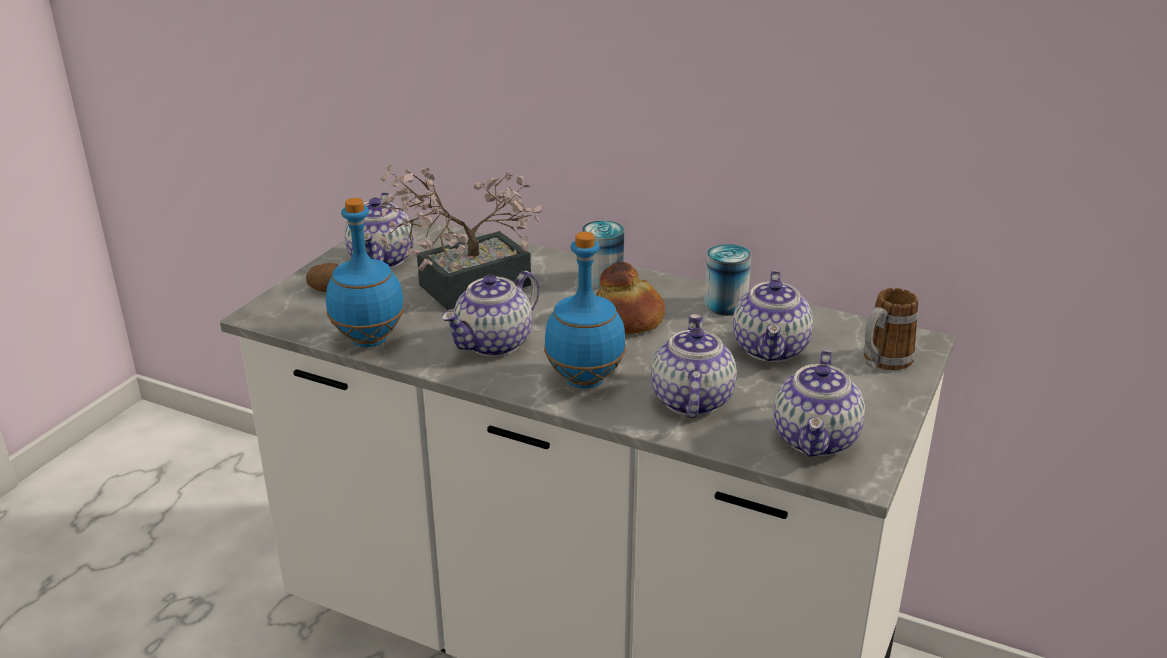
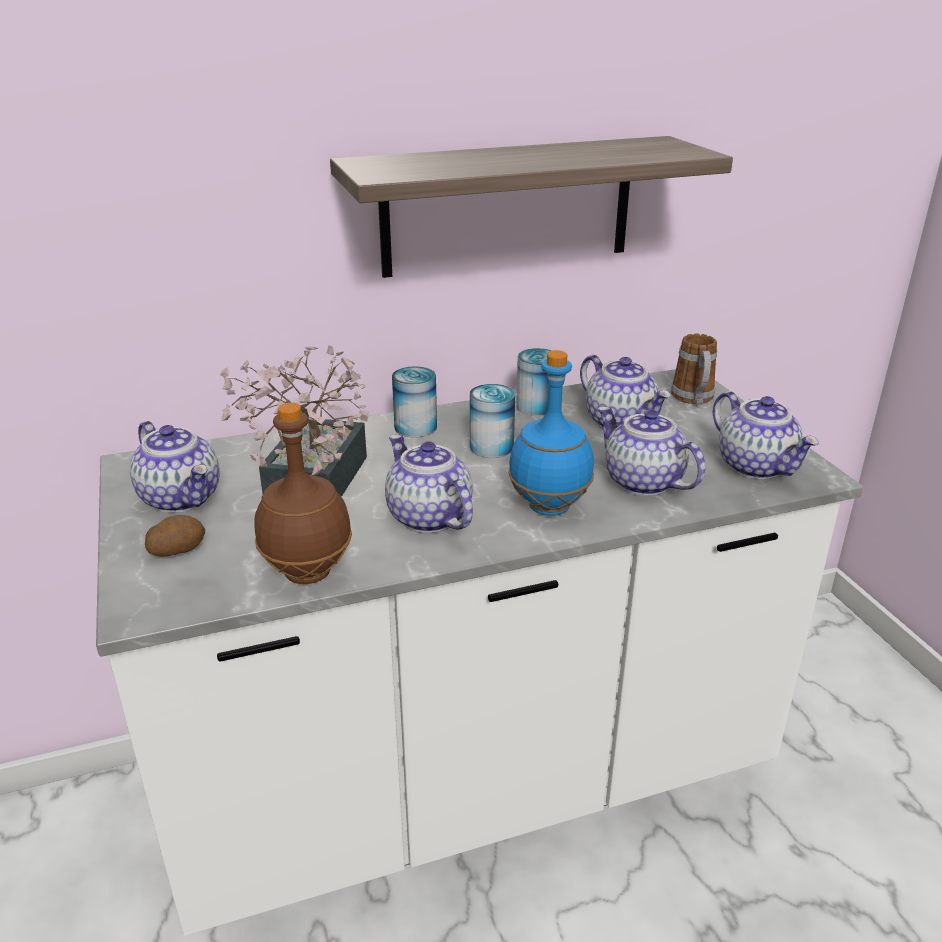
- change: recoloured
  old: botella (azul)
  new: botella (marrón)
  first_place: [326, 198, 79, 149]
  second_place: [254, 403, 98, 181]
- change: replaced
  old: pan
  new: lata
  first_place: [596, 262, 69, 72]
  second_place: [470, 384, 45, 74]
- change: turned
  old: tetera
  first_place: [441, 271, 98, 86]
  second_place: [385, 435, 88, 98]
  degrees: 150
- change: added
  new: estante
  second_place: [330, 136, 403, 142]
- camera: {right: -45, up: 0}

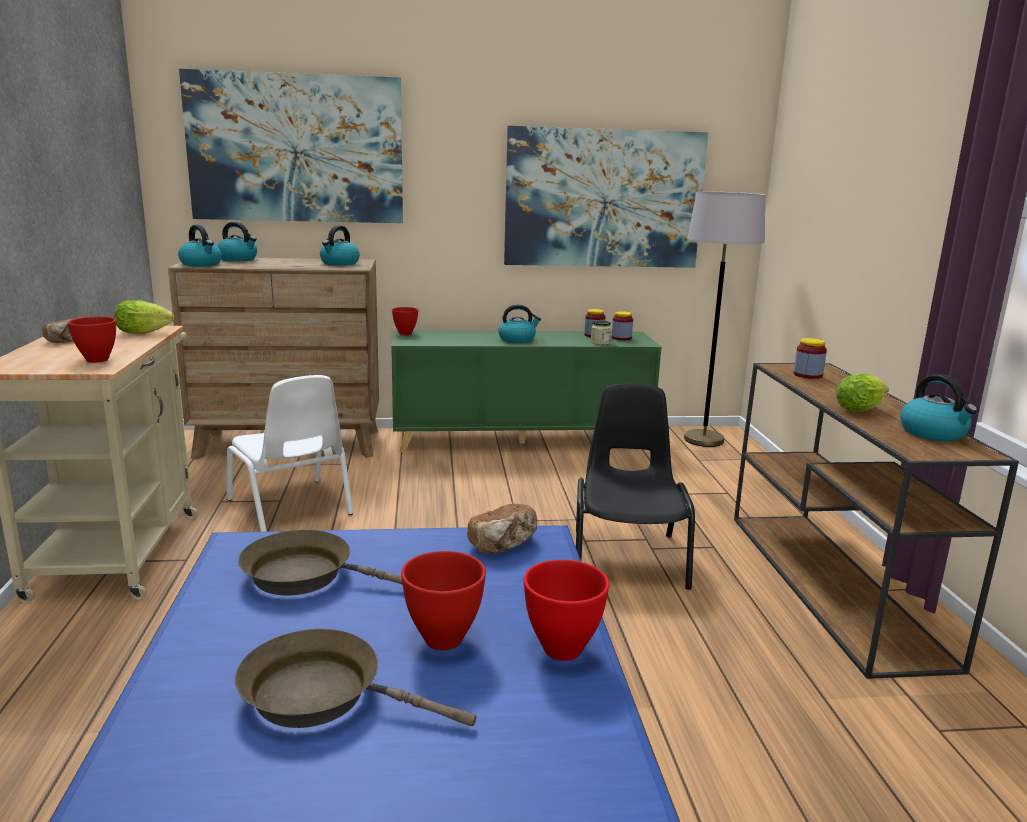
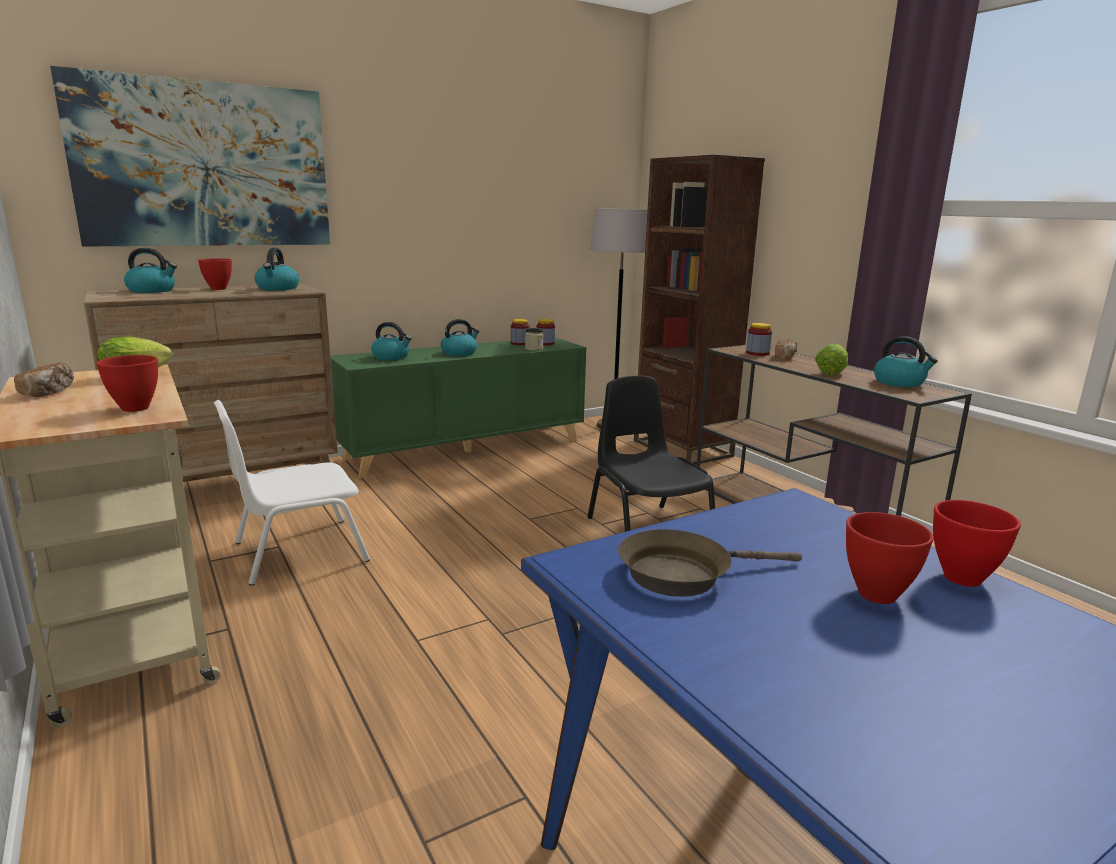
- change: removed
  old: cuadro
  first_place: [504, 126, 204, 142]
- change: moved
  old: hervidor
  first_place: [178, 225, 44, 42]
  second_place: [371, 322, 41, 38]
- change: moved
  old: cuenco (rojo)
  first_place: [392, 307, 26, 28]
  second_place: [198, 259, 34, 31]
- change: turned
  old: silla (blanco)
  first_place: [227, 375, 126, 157]
  second_place: [213, 400, 157, 185]
  degrees: 120
- change: moved
  old: pan
  first_place: [467, 504, 70, 50]
  second_place: [775, 339, 23, 21]
- change: removed
  old: sartén (marrón)
  first_place: [235, 629, 241, 99]
- change: added
  new: estantería (marrón)
  second_place: [634, 155, 131, 310]
- camera: {right: -25, up: 0}

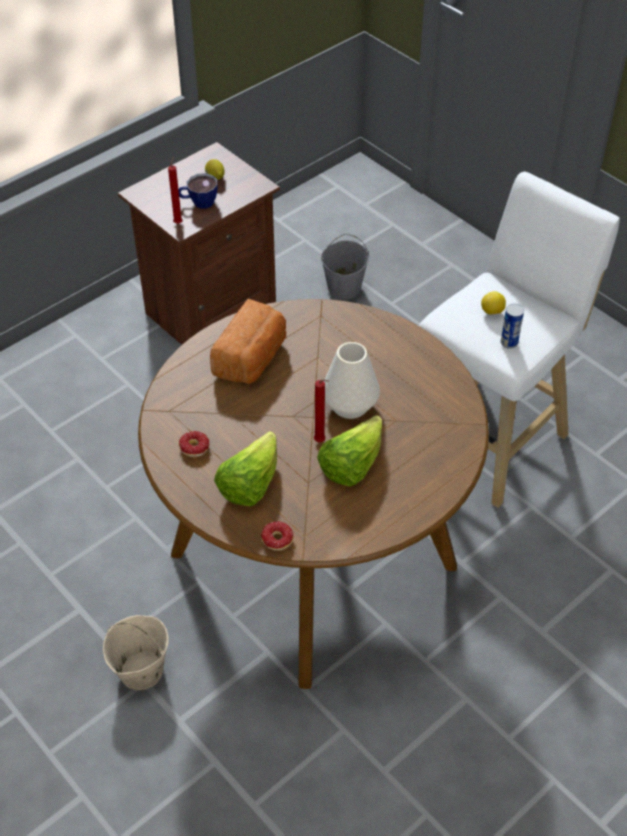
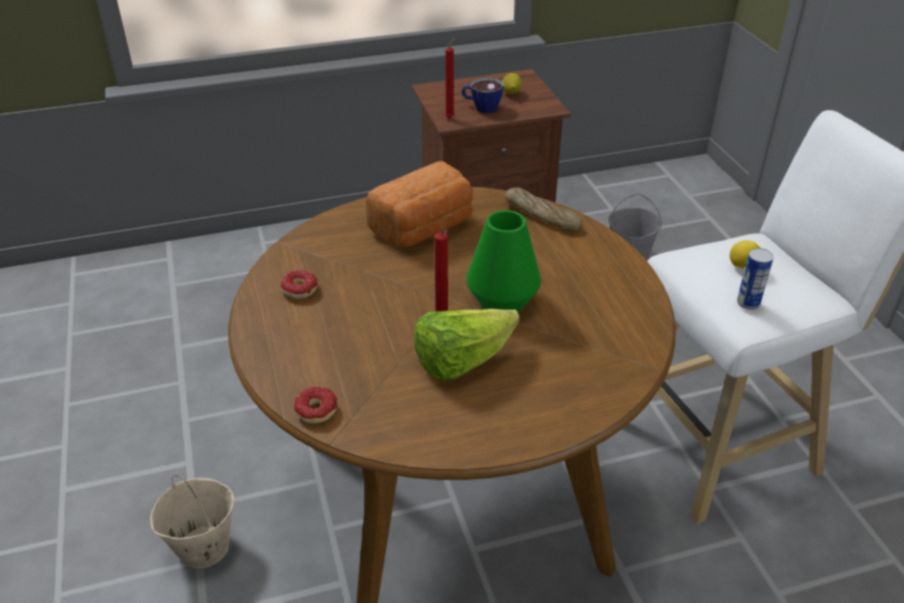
- change: recoloured
  old: florero (blanco)
  new: florero (verde)
  first_place: [324, 342, 56, 77]
  second_place: [466, 210, 75, 102]
- change: removed
  old: lechuga
  first_place: [214, 431, 63, 75]
- change: added
  new: pan
  second_place: [504, 188, 78, 44]
- camera: {right: 25, up: -10}

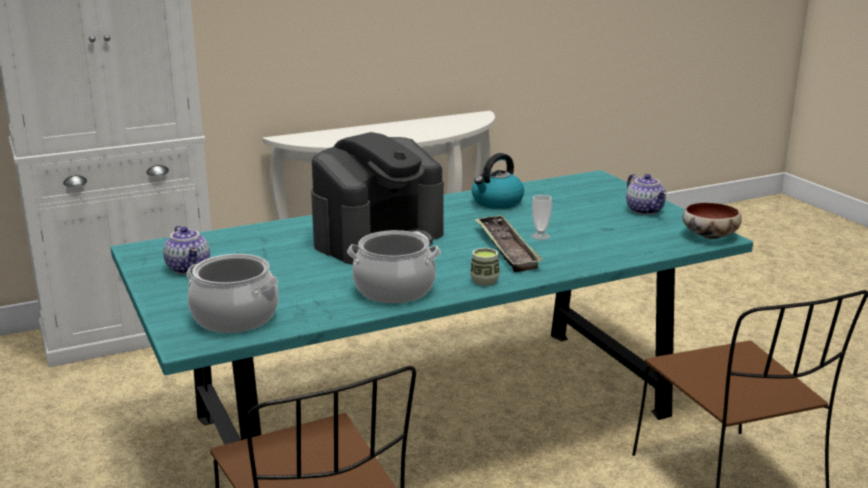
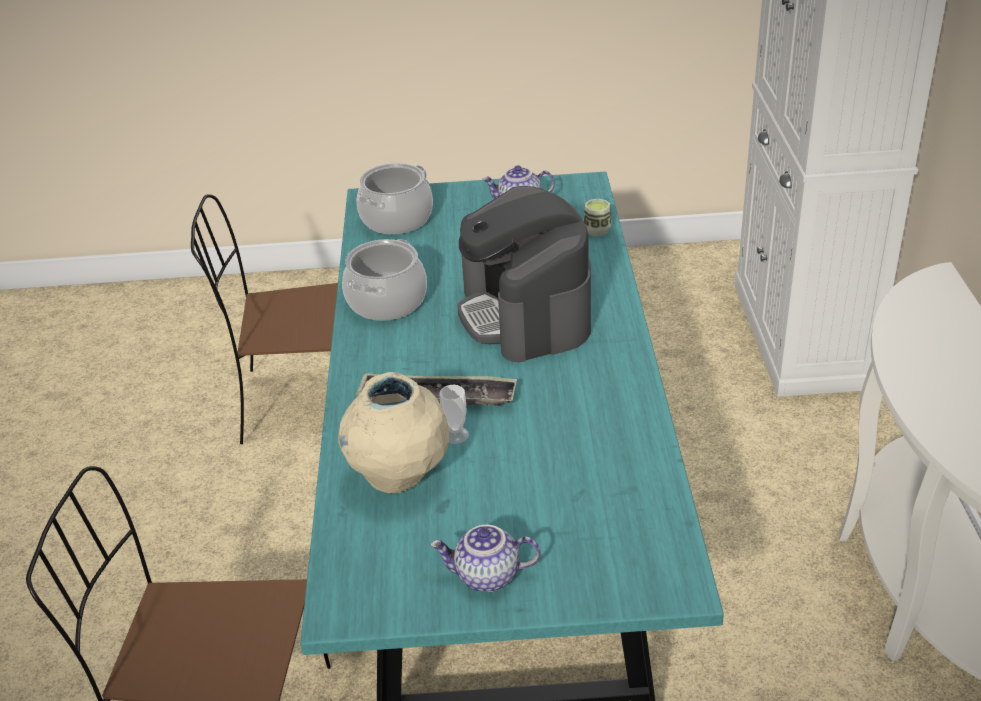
- change: removed
  old: hervidor
  first_place: [472, 153, 52, 56]
- change: removed
  old: cuenco
  first_place: [682, 203, 60, 36]
- change: moved
  old: taza
  first_place: [470, 248, 30, 38]
  second_place: [583, 199, 29, 38]
- change: added
  new: florero (beis)
  second_place: [338, 372, 111, 122]
- camera: {right: 115, up: 15}

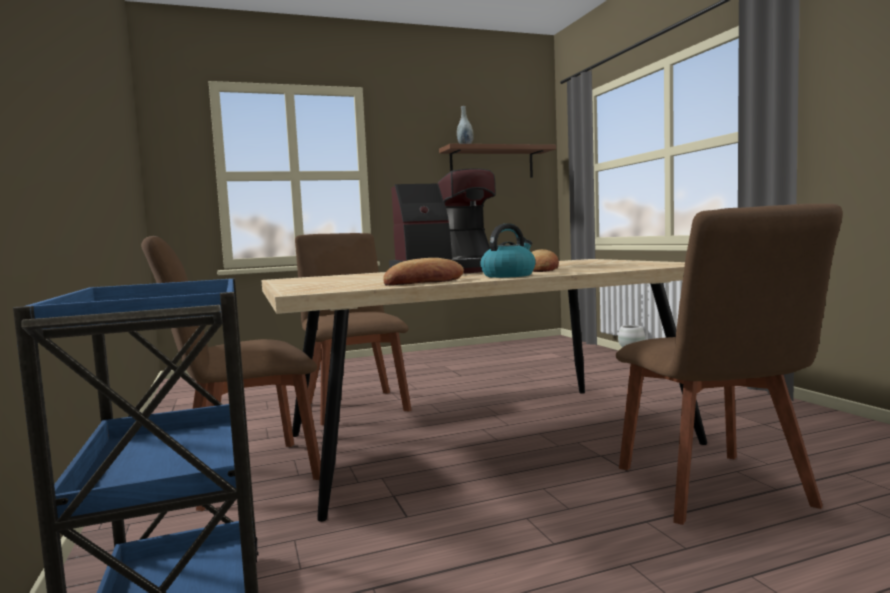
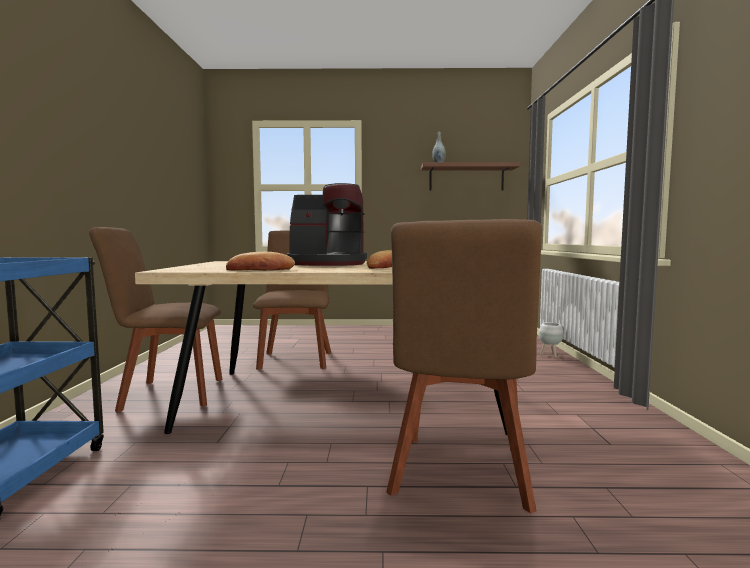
- change: removed
  old: hervidor
  first_place: [480, 223, 56, 55]
- camera: {right: 20, up: 0}

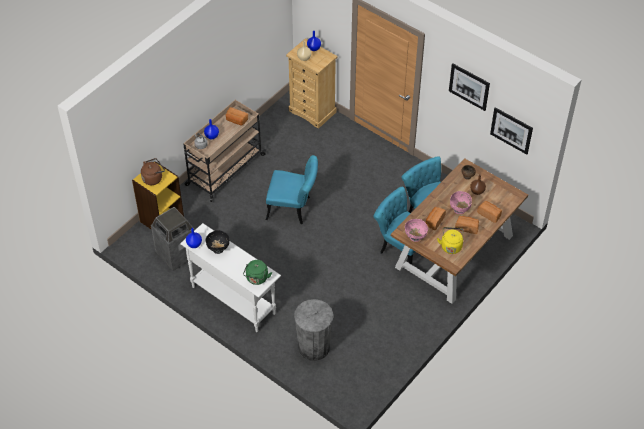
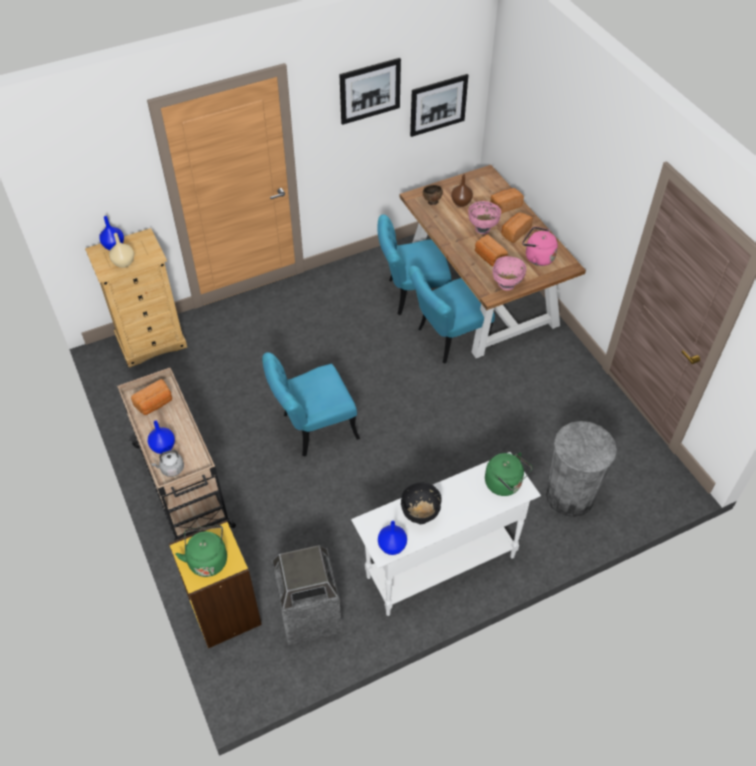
- change: turned
  old: silla (turquesa)
  first_place: [266, 155, 52, 69]
  second_place: [262, 352, 98, 104]
  degrees: -150
- change: recoloured
  old: hervidor (marrón)
  new: hervidor (verde)
  first_place: [141, 158, 24, 27]
  second_place: [175, 525, 52, 52]
- change: recoloured
  old: hervidor (amarillo)
  new: hervidor (rosa)
  first_place: [437, 227, 26, 27]
  second_place: [522, 227, 36, 39]
- camera: {right: -65, up: 0}

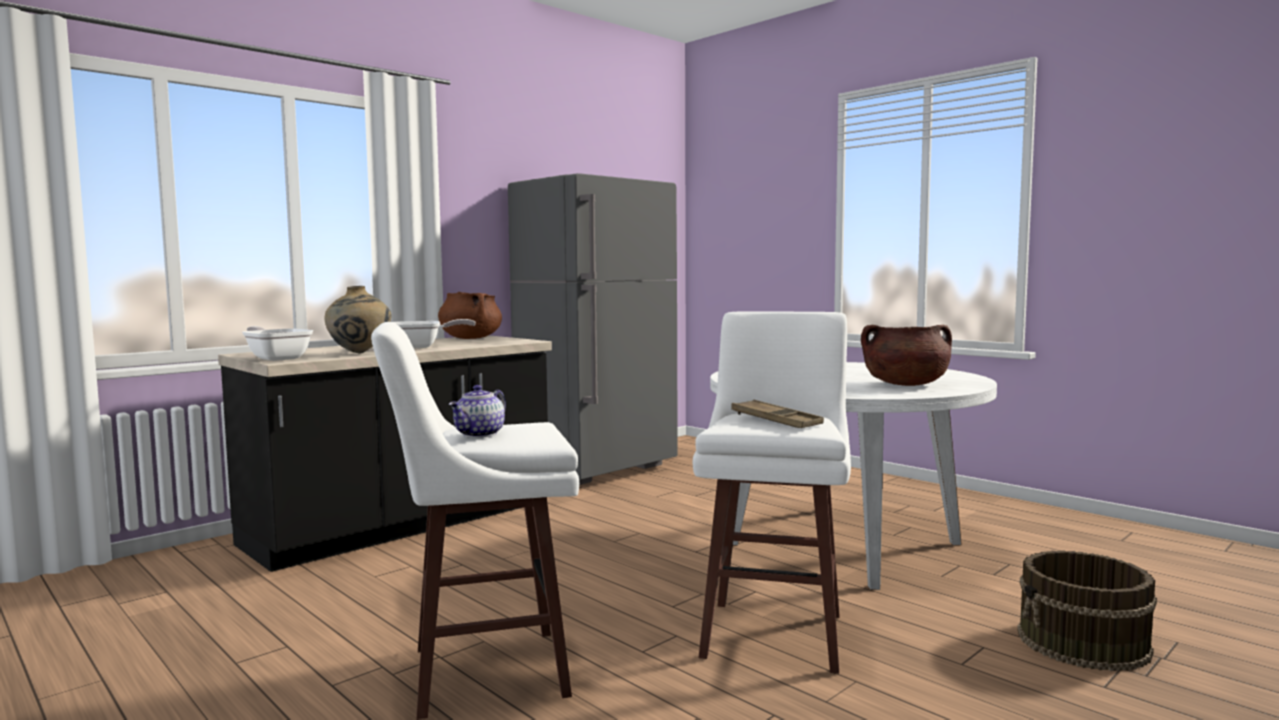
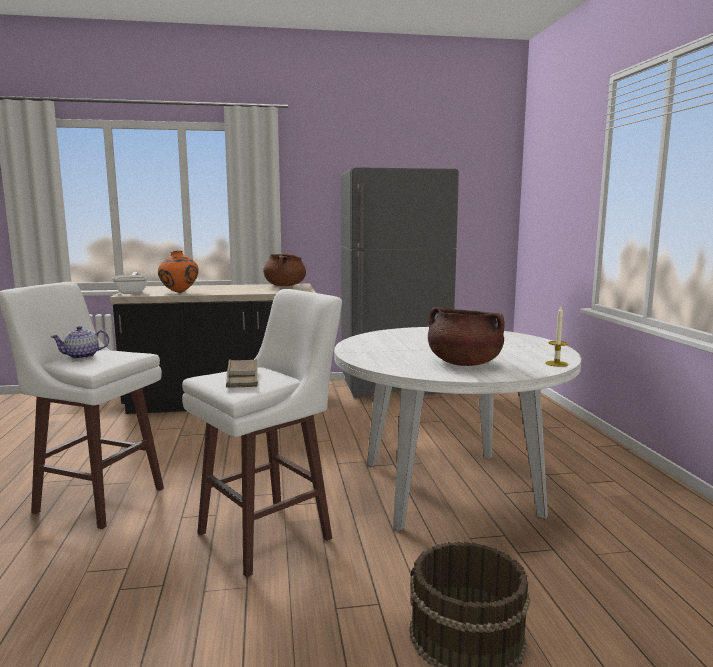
- change: recoloured
  old: florero (beis)
  new: florero (naranja)
  first_place: [324, 286, 67, 67]
  second_place: [158, 251, 41, 42]
- change: removed
  old: sartén
  first_place: [393, 319, 83, 29]
- change: added
  new: vela
  second_place: [545, 307, 23, 60]
- camera: {right: 35, up: 5}

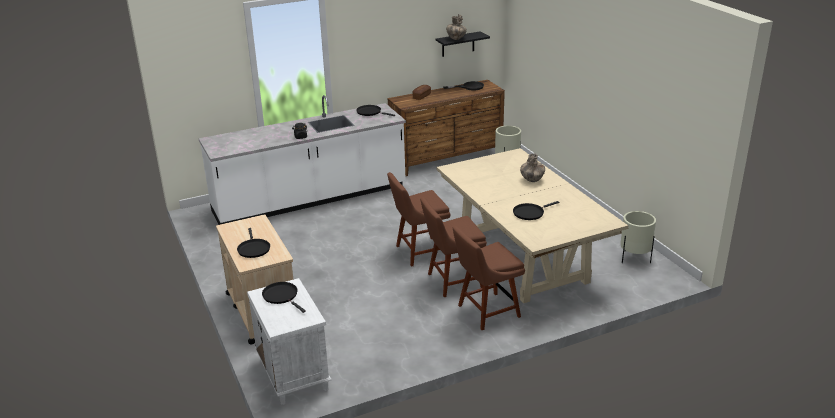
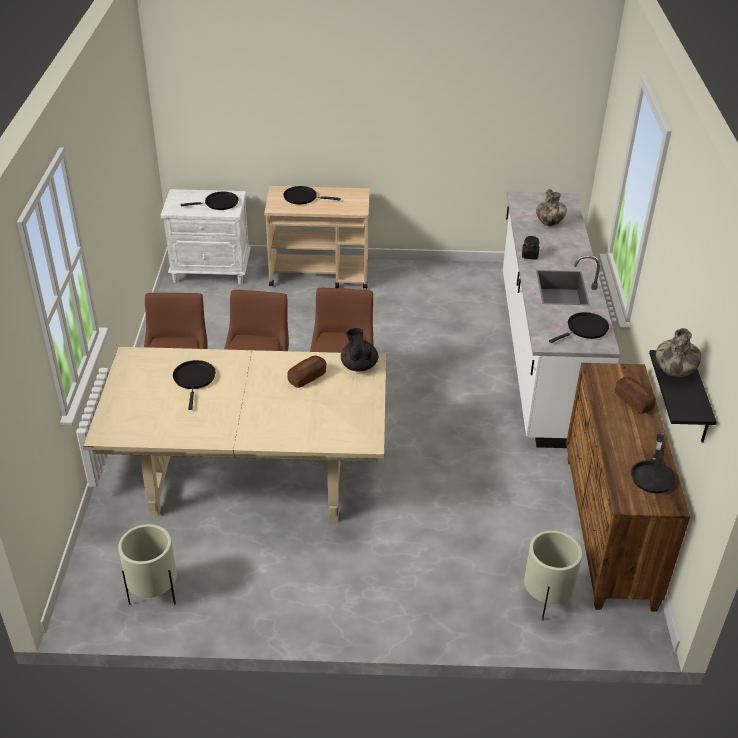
- change: moved
  old: florero
  first_place: [520, 153, 25, 29]
  second_place: [536, 189, 31, 37]
- change: added
  new: tetera (negro)
  second_place: [341, 328, 37, 44]
- change: added
  new: pan
  second_place: [287, 356, 40, 32]
- camera: {right: 115, up: 10}

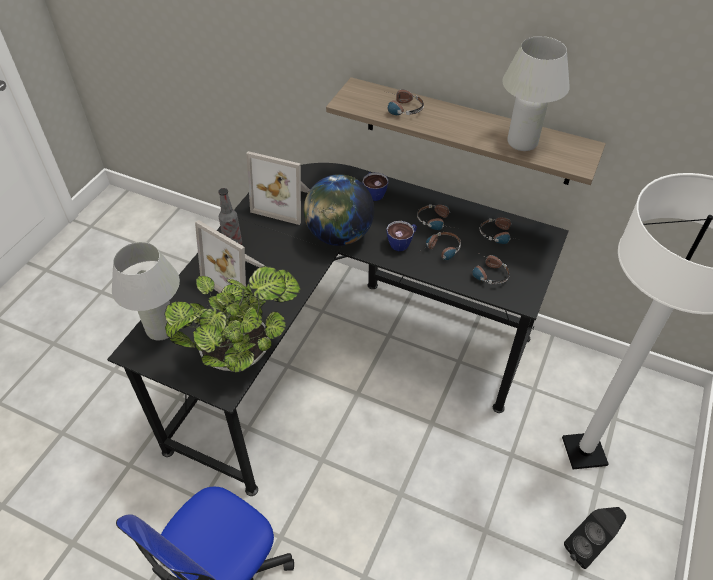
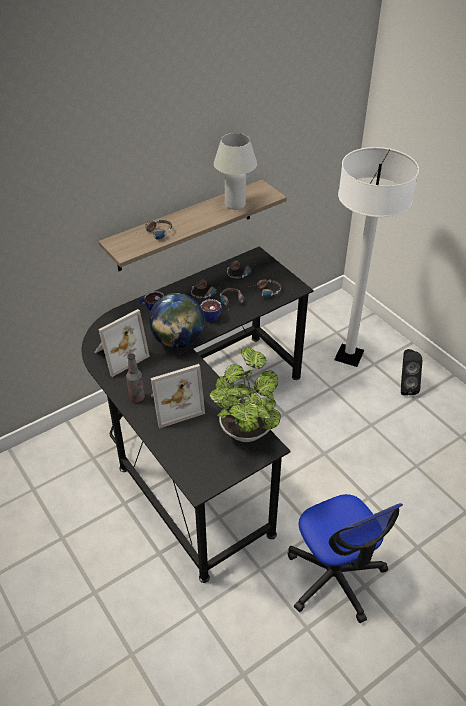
- change: removed
  old: lámpara de mesa (blanco)
  first_place: [112, 242, 68, 98]
- camera: {right: -60, up: -5}

